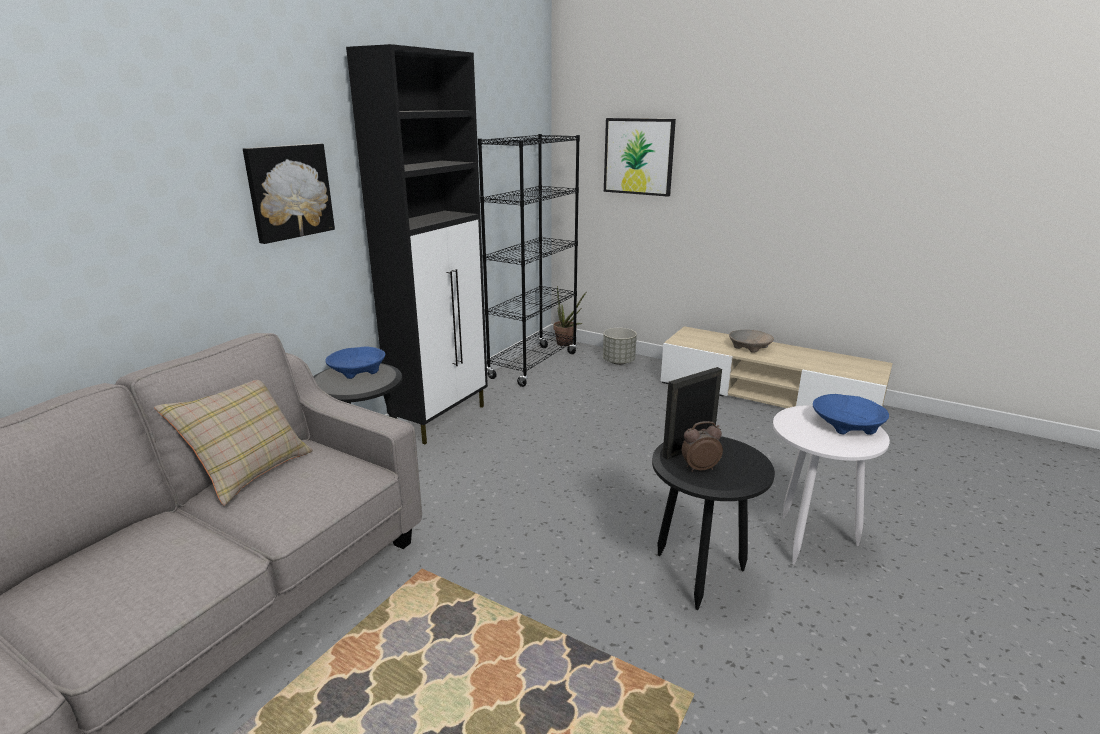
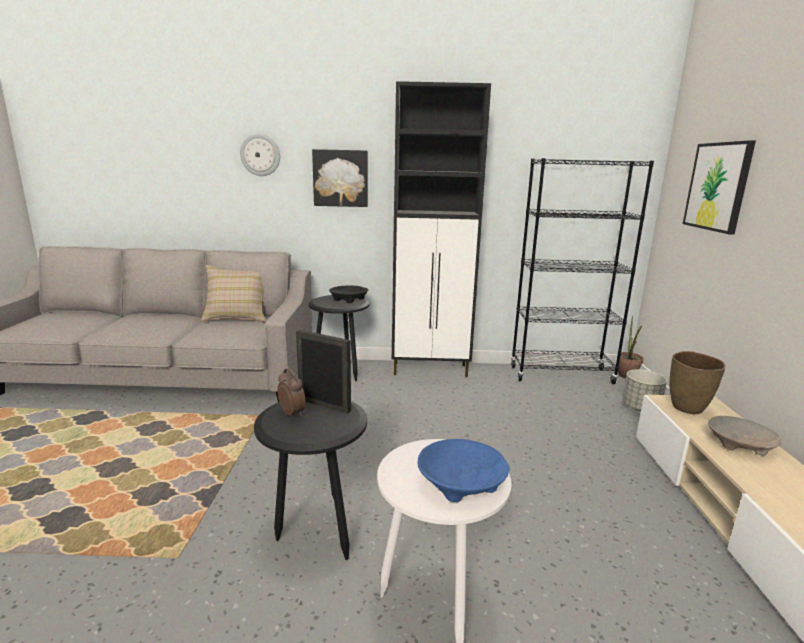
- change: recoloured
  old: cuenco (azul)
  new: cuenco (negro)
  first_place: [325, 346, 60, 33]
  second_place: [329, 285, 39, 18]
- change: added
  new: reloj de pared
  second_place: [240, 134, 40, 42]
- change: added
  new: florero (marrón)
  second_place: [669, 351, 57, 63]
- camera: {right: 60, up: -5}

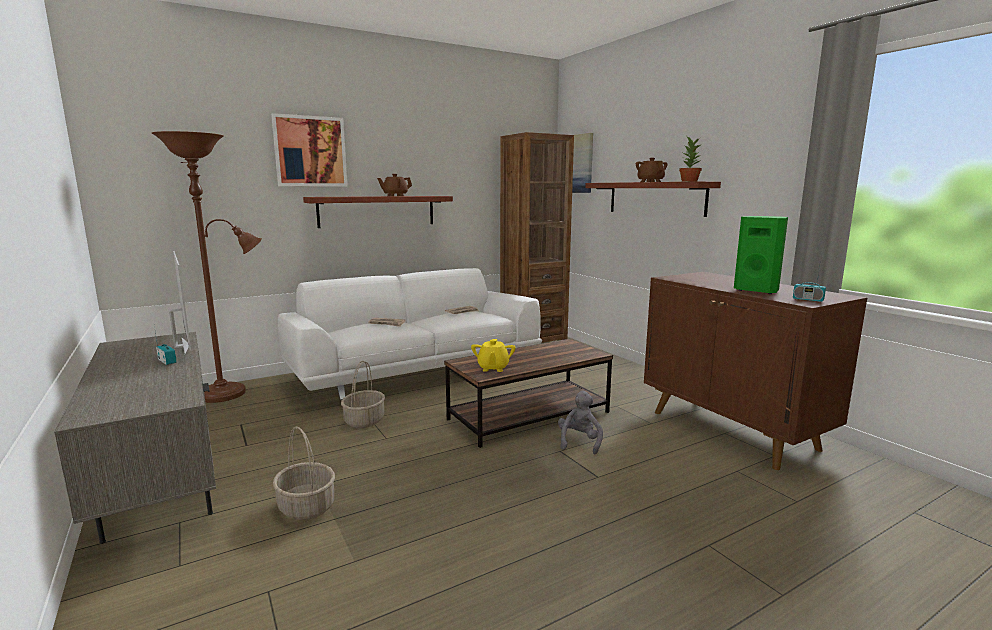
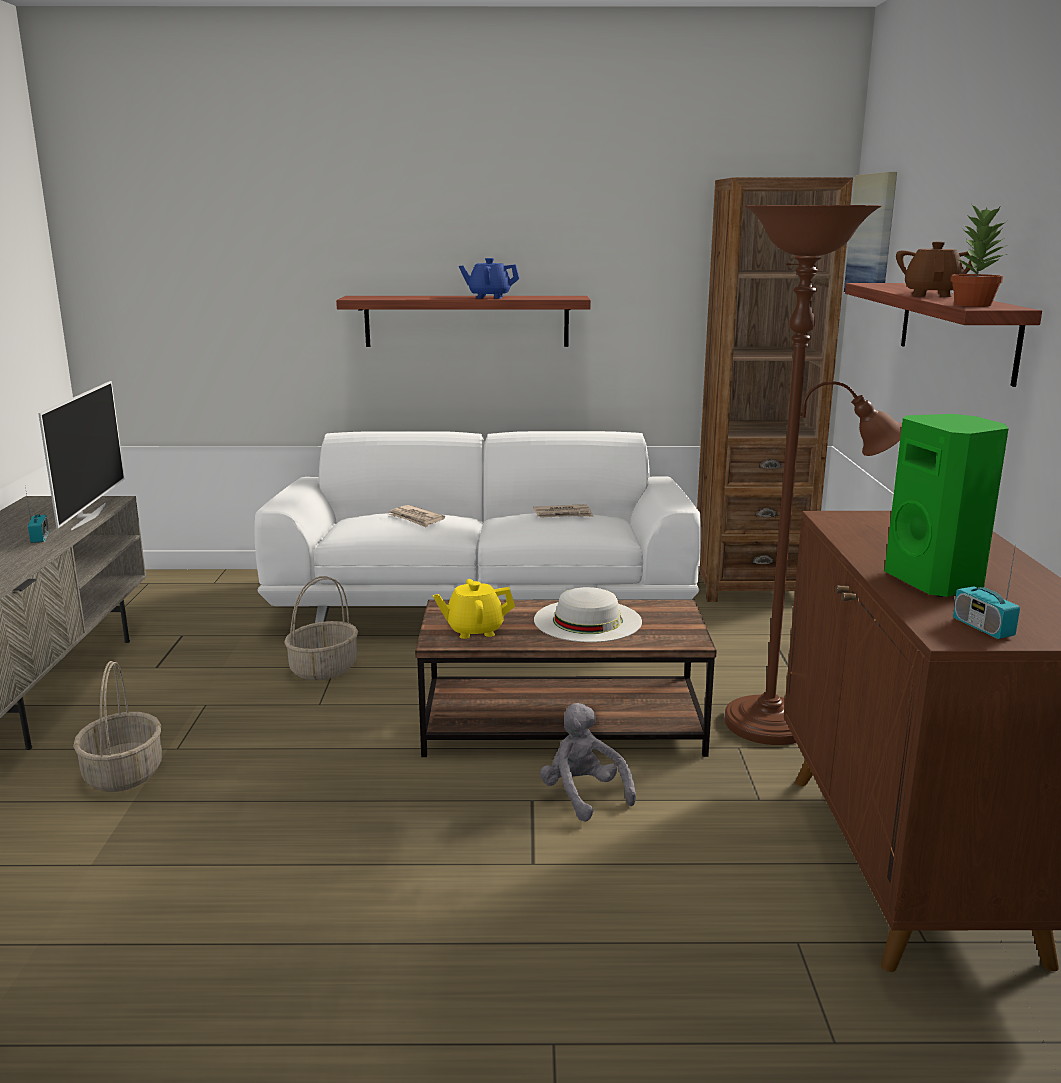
- change: removed
  old: cuadro
  first_place: [271, 113, 77, 73]
- change: moved
  old: lámpara de pie (marrón)
  first_place: [152, 131, 110, 272]
  second_place: [724, 205, 178, 540]
- change: recoloured
  old: tetera (marrón)
  new: tetera (azul)
  first_place: [377, 174, 35, 22]
  second_place: [459, 258, 61, 41]
- change: turned
  old: tetera (amarillo)
  first_place: [471, 339, 45, 33]
  second_place: [433, 579, 82, 60]
  degrees: 45
- change: turned
  old: peluche (gris)
  first_place: [558, 391, 45, 64]
  second_place: [540, 703, 96, 119]
  degrees: -75
- change: added
  new: sombrero (blanco)
  second_place: [534, 587, 108, 55]
- camera: {right: 30, up: 5}

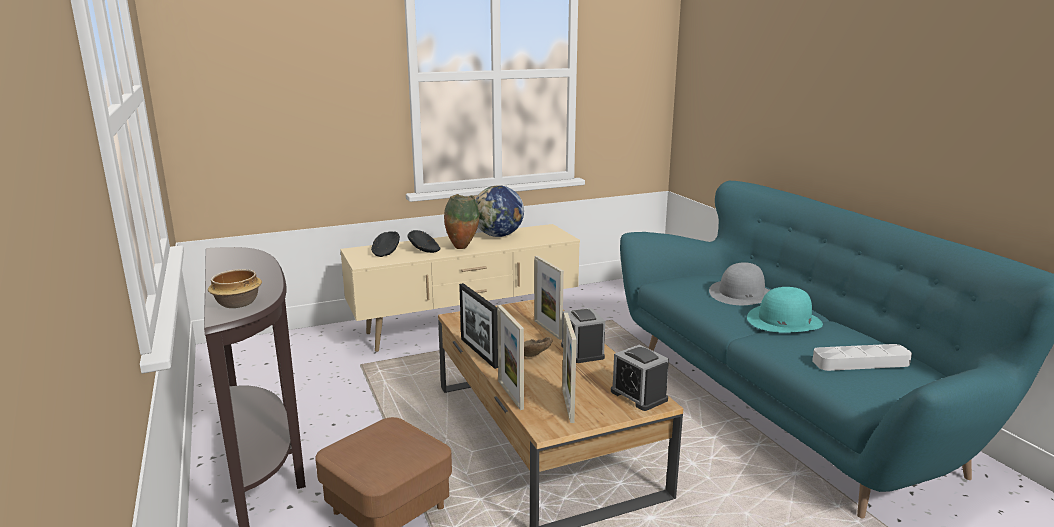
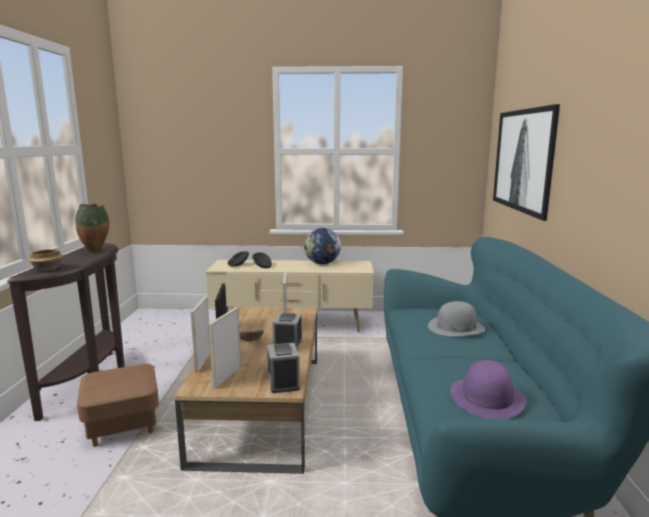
- change: moved
  old: florero
  first_place: [444, 194, 35, 55]
  second_place: [75, 203, 34, 49]
- change: removed
  old: sombrero (turquesa)
  first_place: [747, 287, 76, 46]
- change: replaced
  old: bandeja (gris)
  new: sombrero (morado)
  first_place: [812, 344, 100, 27]
  second_place: [451, 360, 75, 59]
- change: added
  new: cuadro
  second_place: [493, 104, 67, 117]
- camera: {right: 25, up: -5}

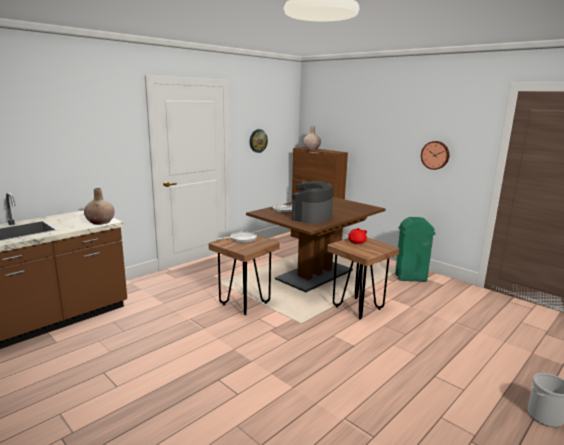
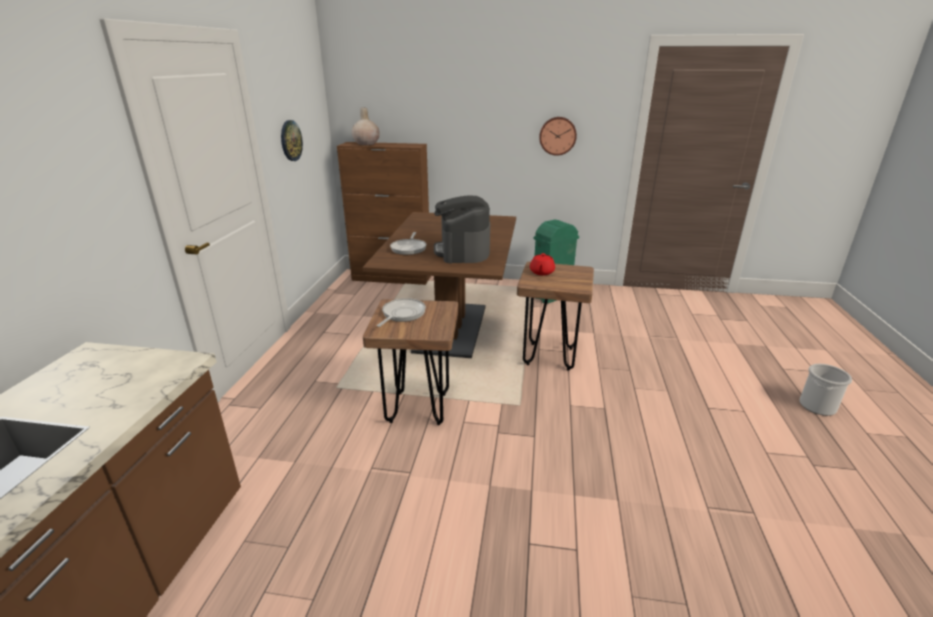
- change: removed
  old: florero (beis)
  first_place: [84, 188, 31, 37]
- camera: {right: -35, up: 10}

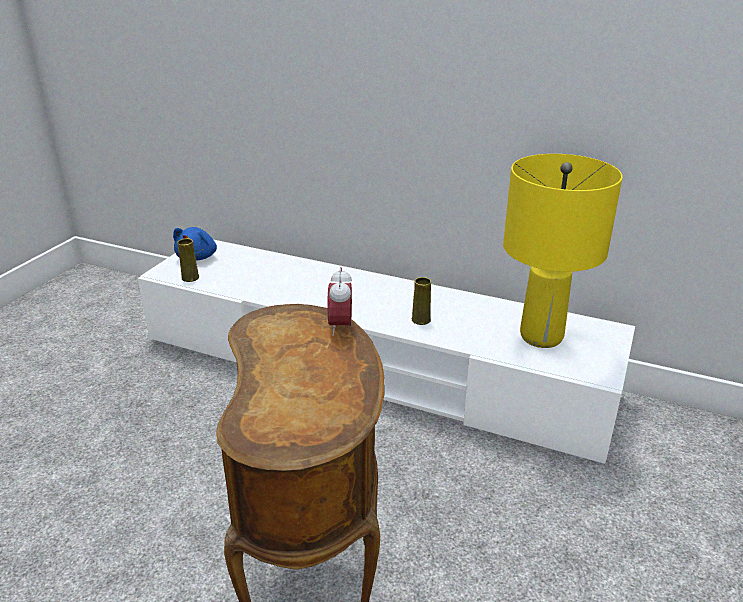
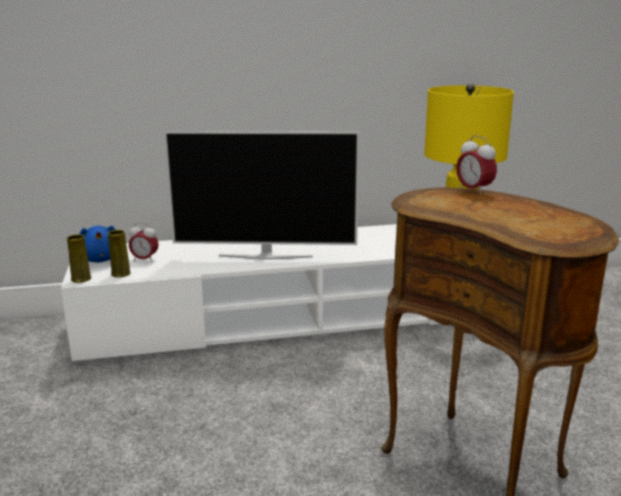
- change: moved
  old: florero (amarillo)
  first_place: [412, 277, 19, 48]
  second_place: [67, 234, 24, 49]
- change: added
  new: televisor
  second_place: [164, 131, 196, 129]
- change: added
  new: despertador
  second_place: [129, 223, 30, 40]
- camera: {right: -35, up: -10}

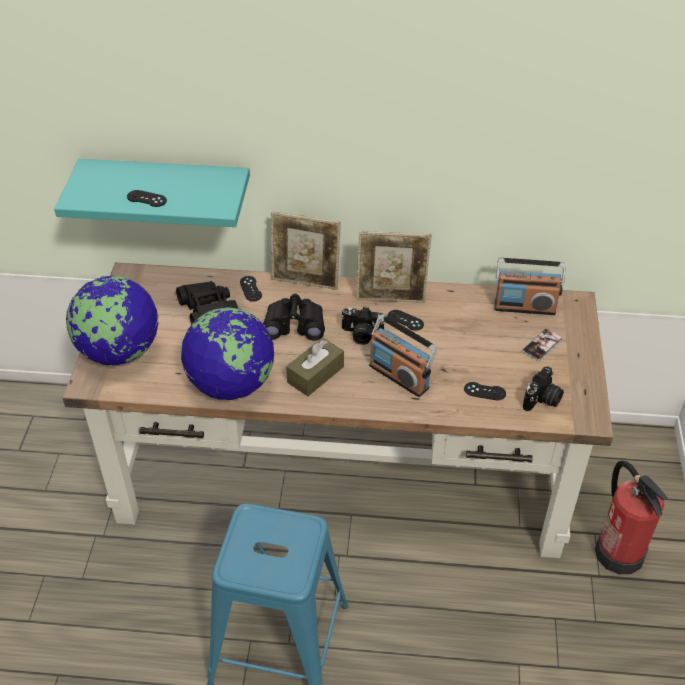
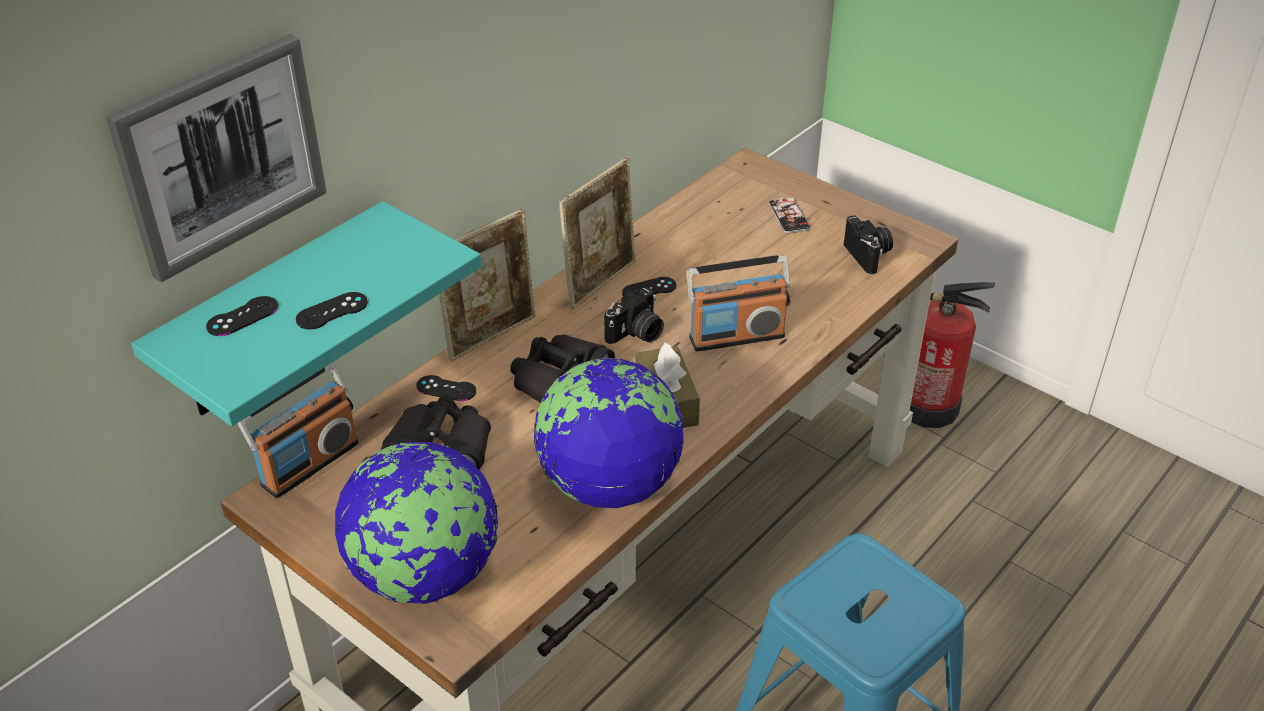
- change: moved
  old: radio
  first_place: [494, 258, 72, 57]
  second_place: [237, 362, 122, 136]
- change: moved
  old: mando de consola (negro)
  first_place: [464, 382, 42, 19]
  second_place: [206, 296, 72, 40]
- change: added
  new: cuadro
  second_place: [106, 34, 221, 248]
- camera: {right: -55, up: -5}

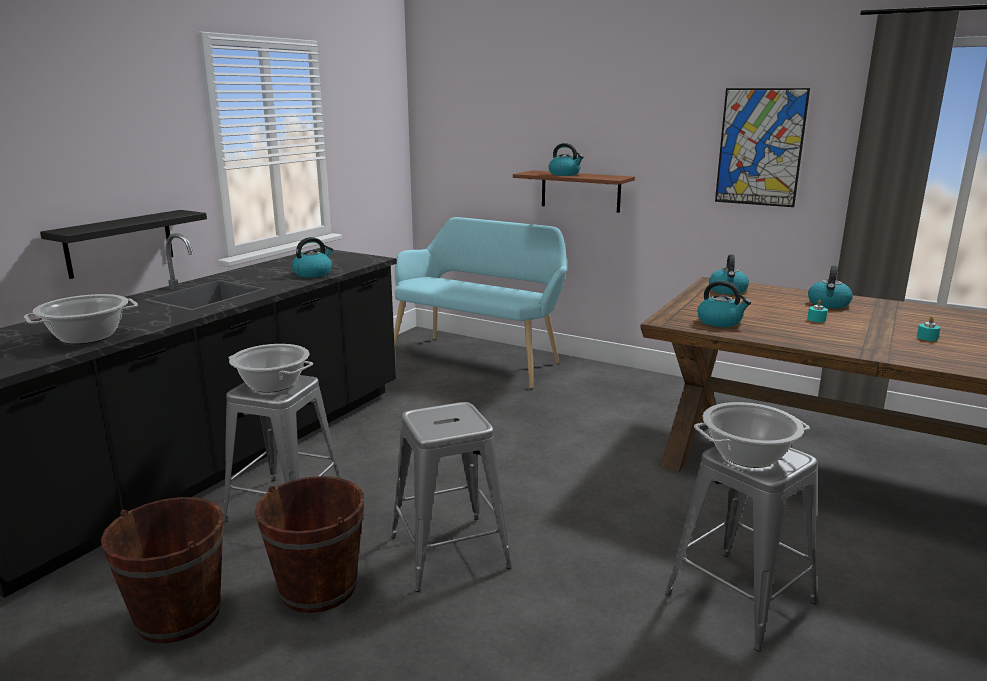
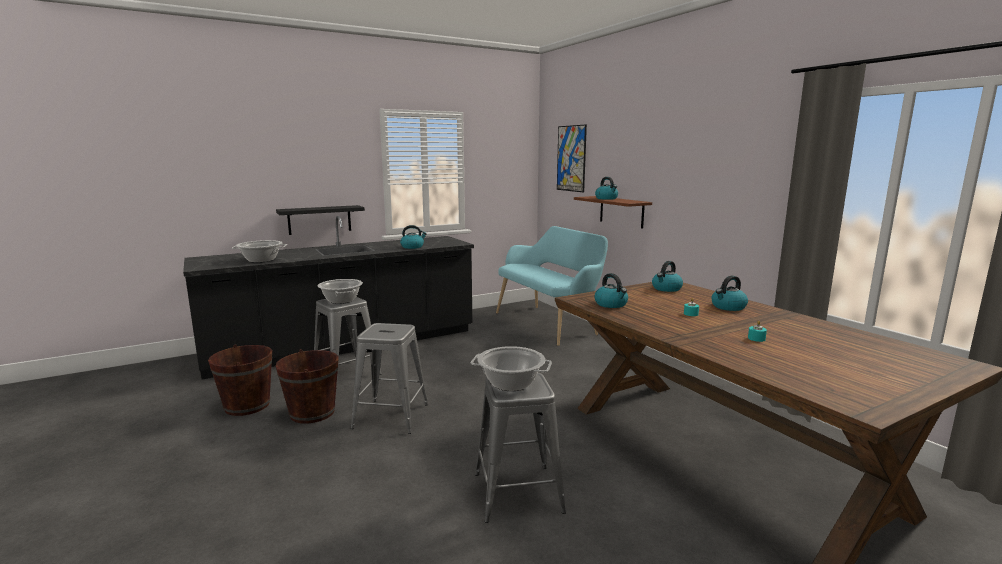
- change: moved
  old: cuadro
  first_place: [715, 88, 95, 119]
  second_place: [557, 125, 30, 67]
- camera: {right: 30, up: -5}

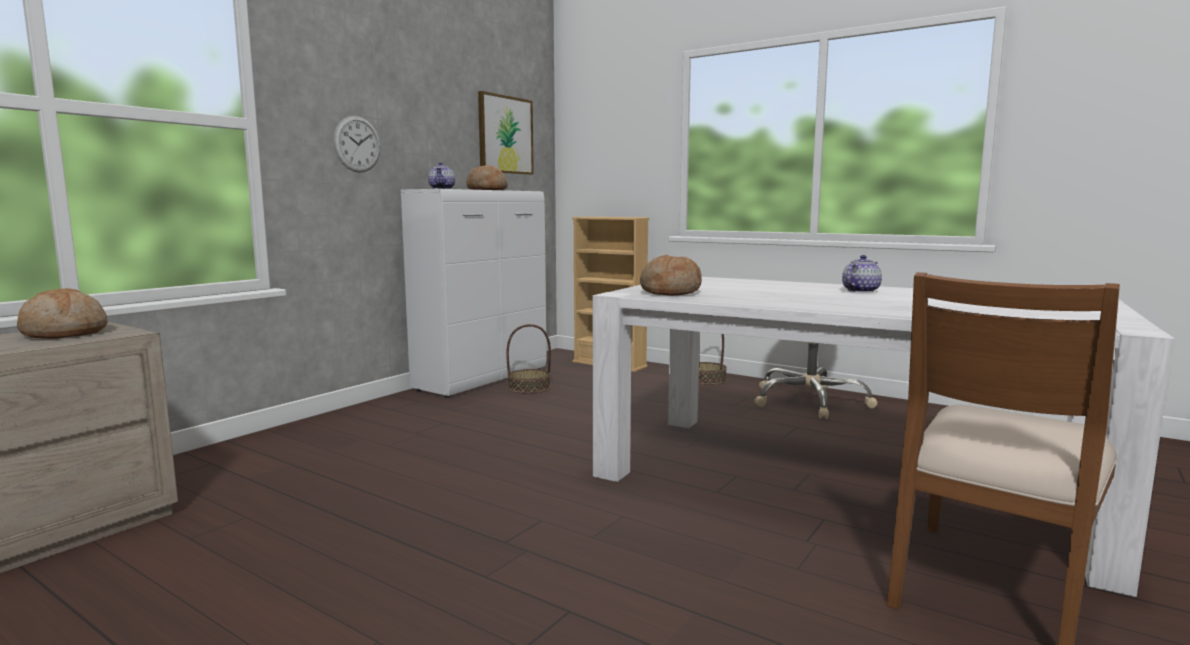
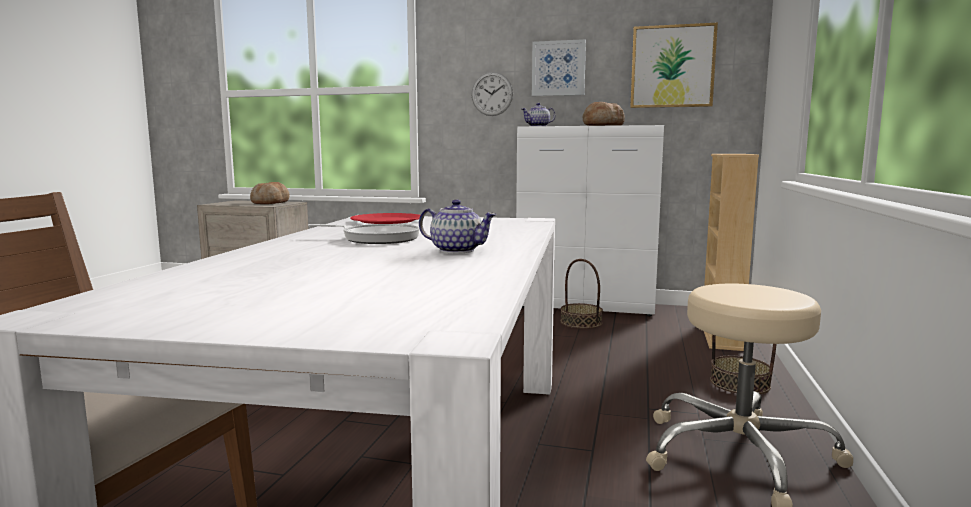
- change: replaced
  old: pan
  new: plato (rojo)
  first_place: [640, 255, 62, 41]
  second_place: [350, 213, 71, 11]
- change: added
  new: cuadro
  second_place: [532, 39, 54, 57]
- change: added
  new: sartén
  second_place: [308, 224, 112, 20]
- camera: {right: 70, up: 0}

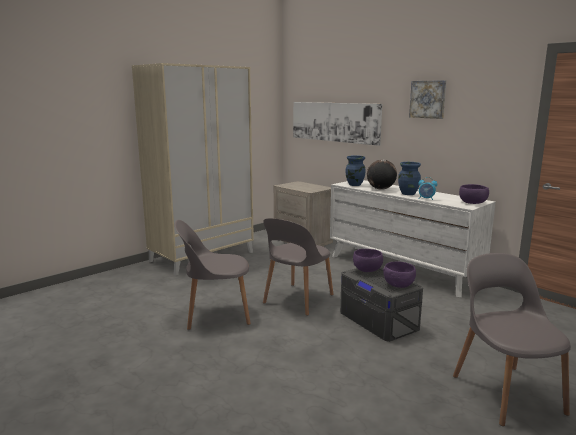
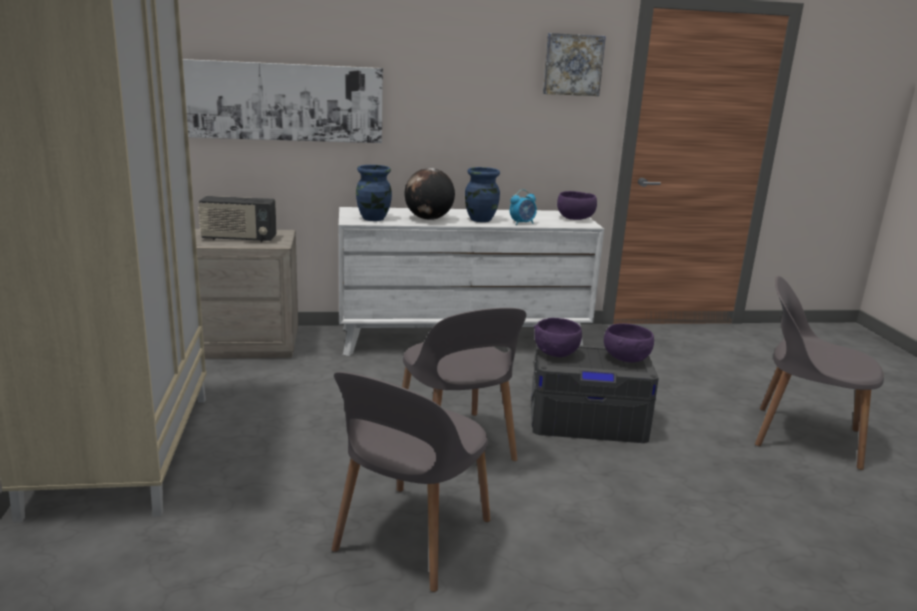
- change: moved
  old: cuadro
  first_place: [409, 80, 37, 39]
  second_place: [543, 33, 63, 63]
- change: added
  new: radio
  second_place: [198, 196, 79, 46]
- camera: {right: -55, up: 5}

